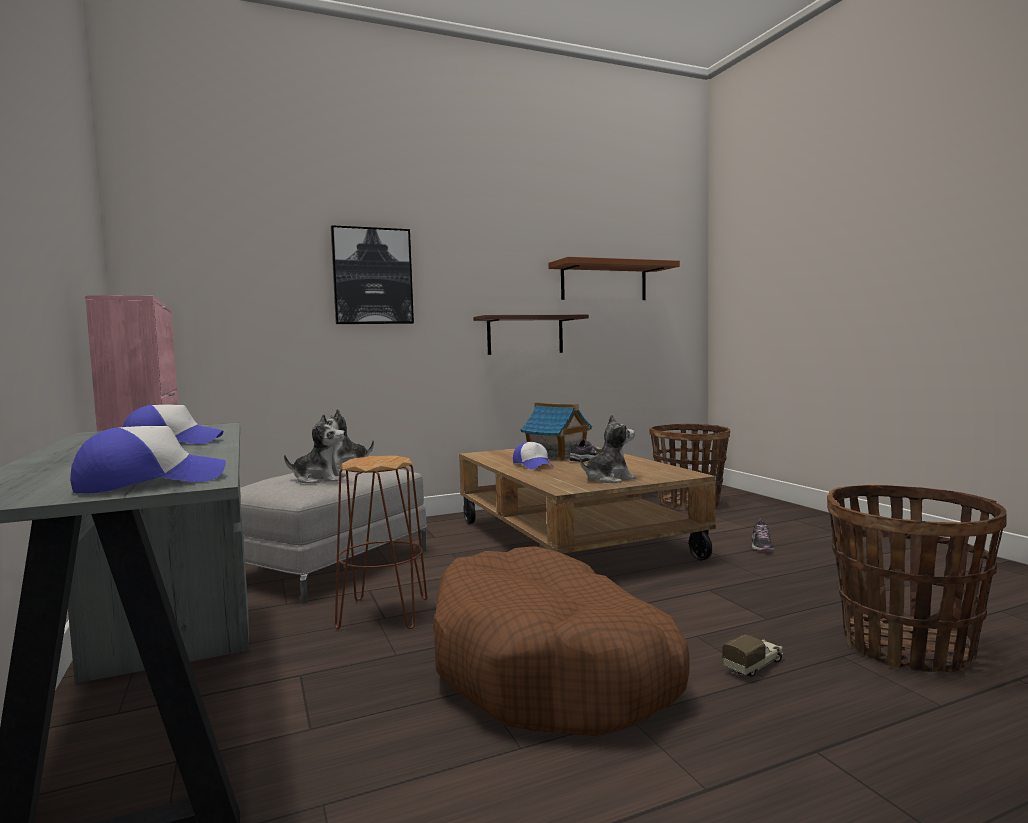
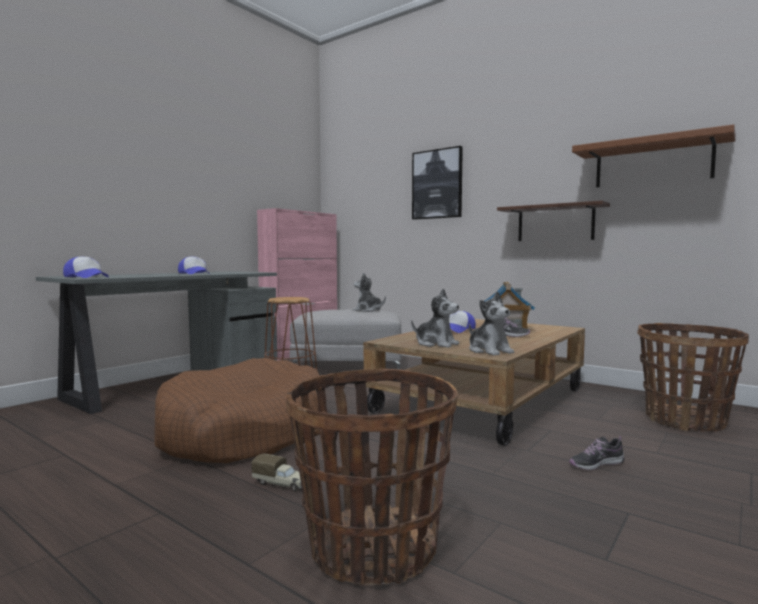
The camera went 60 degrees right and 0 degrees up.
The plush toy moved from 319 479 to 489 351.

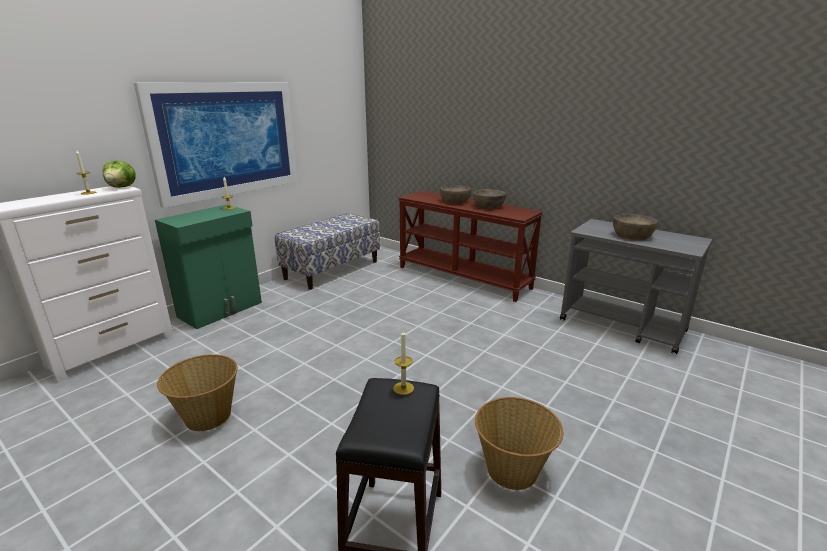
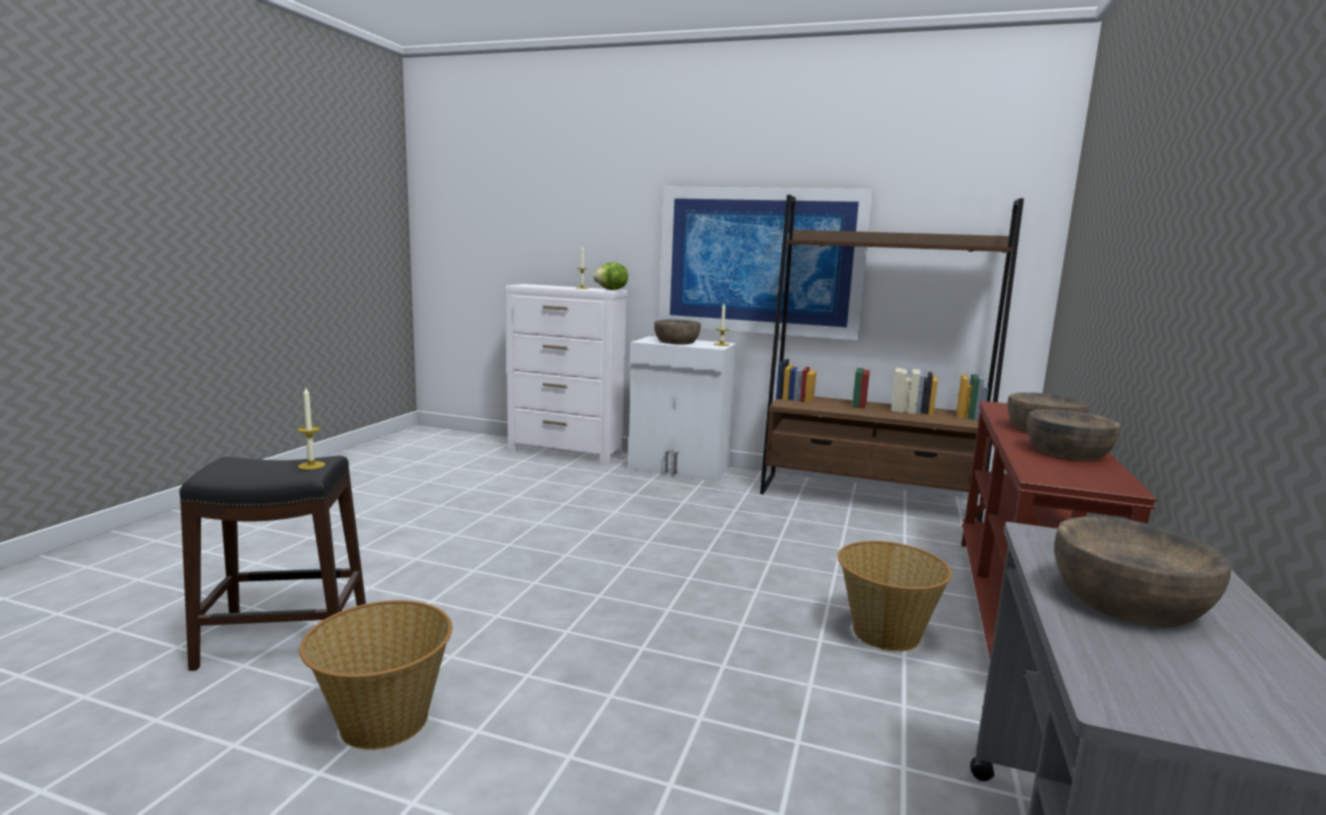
The camera went 70 degrees right and 10 degrees down.
The green cabinet at 221 310 became the white cabinet at 679 468.
The brown bowl at 676 342 appeared.
The bench at 332 270 was replaced by the brown bookcase at 868 498.
The basket moved from 207 416 to 885 632.

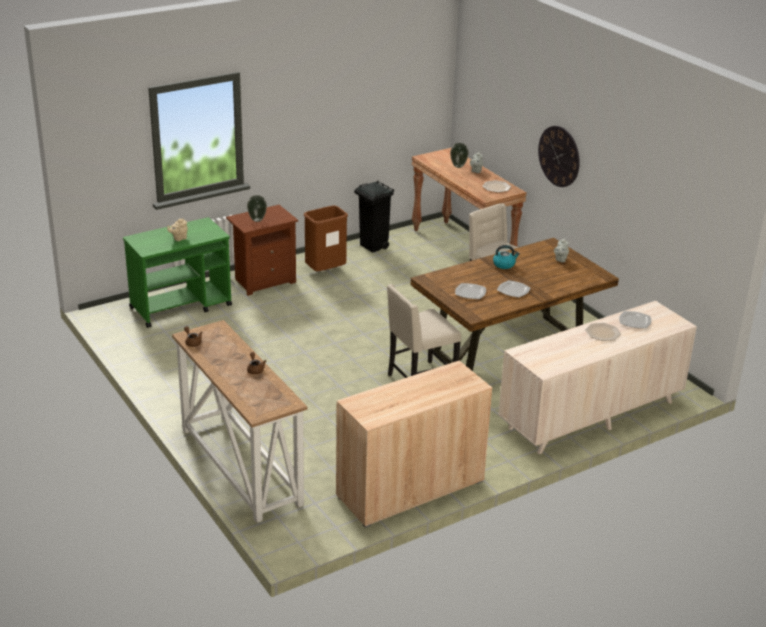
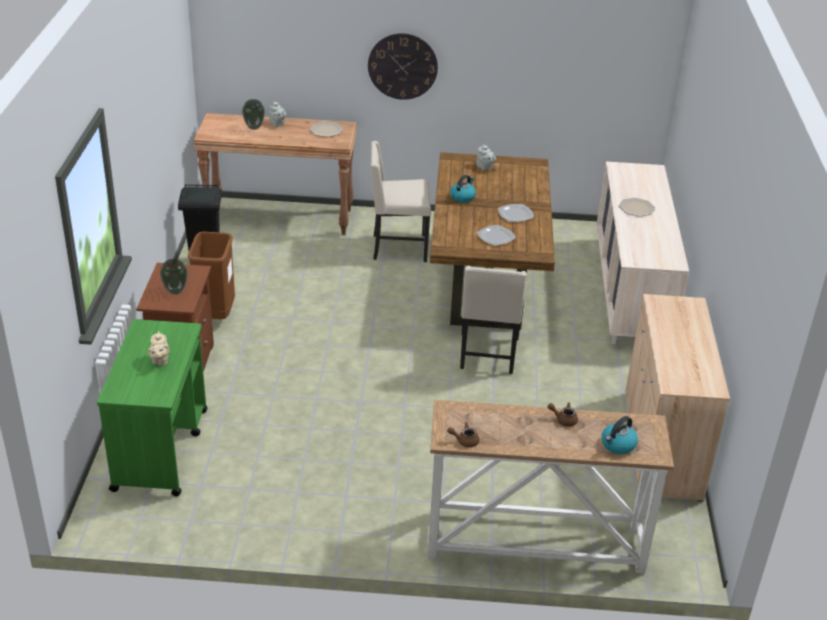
The camera went 55 degrees left and 5 degrees up.
The kettle at 618 445 appeared.
The plate at 635 321 disappeared.

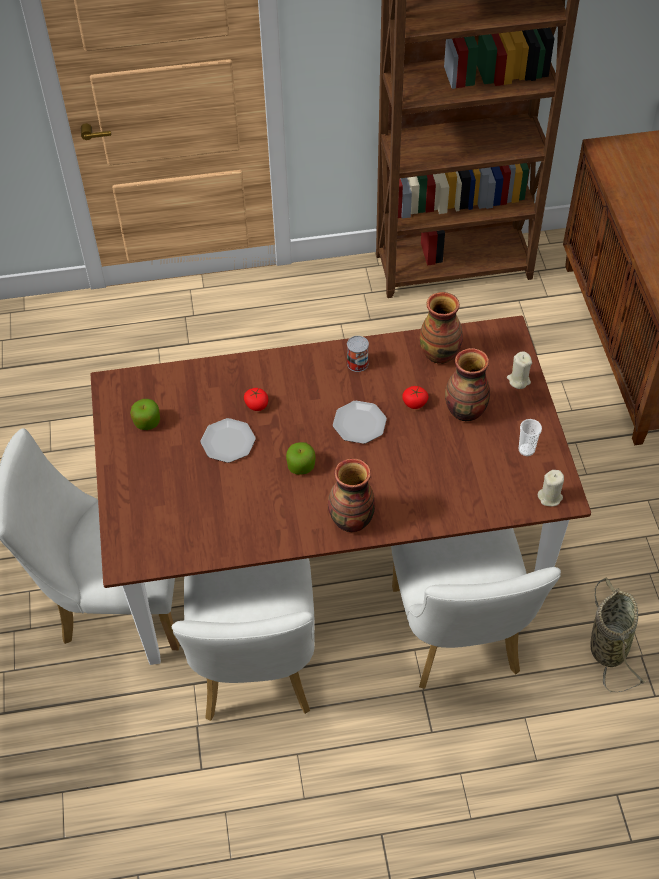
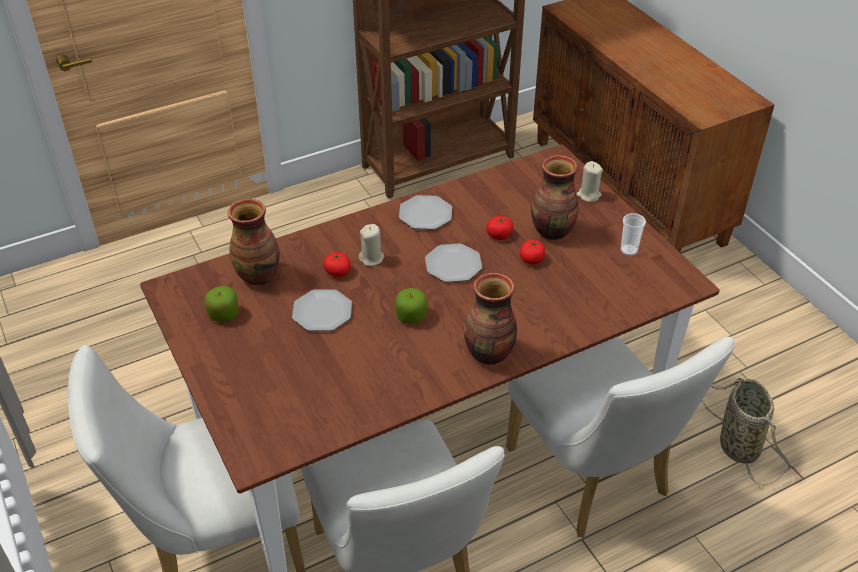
The camera went 20 degrees left and 10 degrees down.
The vase moved from 440 353 to 258 275.
The beige candle moved from 550 497 to 371 258.
The can at 357 363 was replaced by the plate at 425 214.
The tomato at 531 259 appeared.

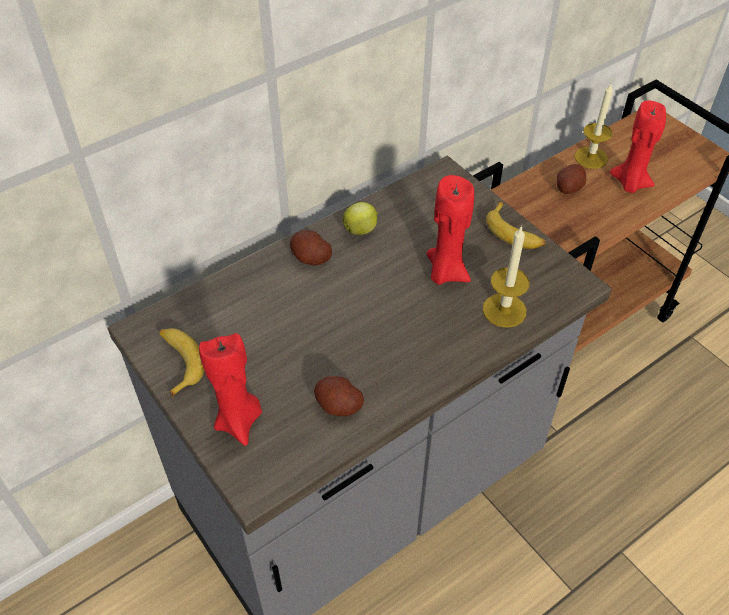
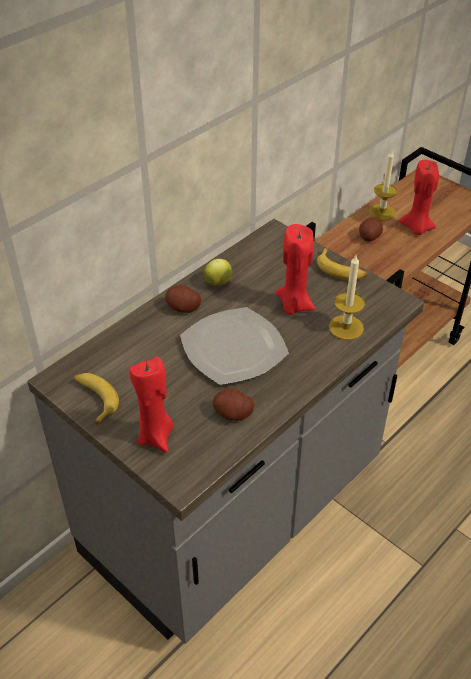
The camera went 10 degrees left and 5 degrees down.
The plate at 233 349 appeared.

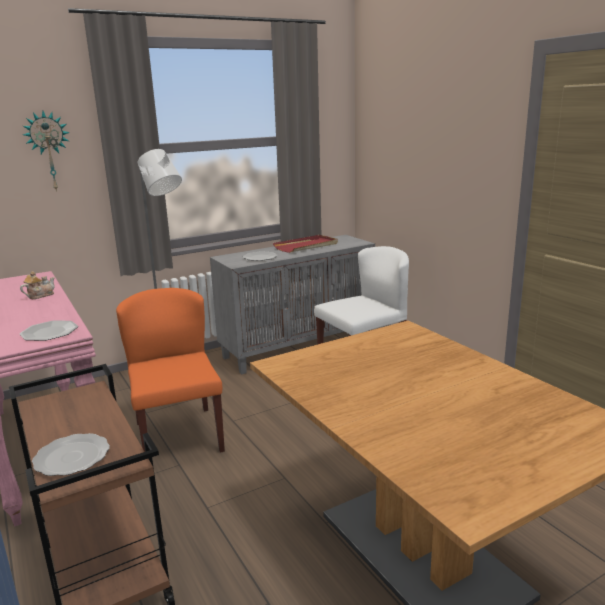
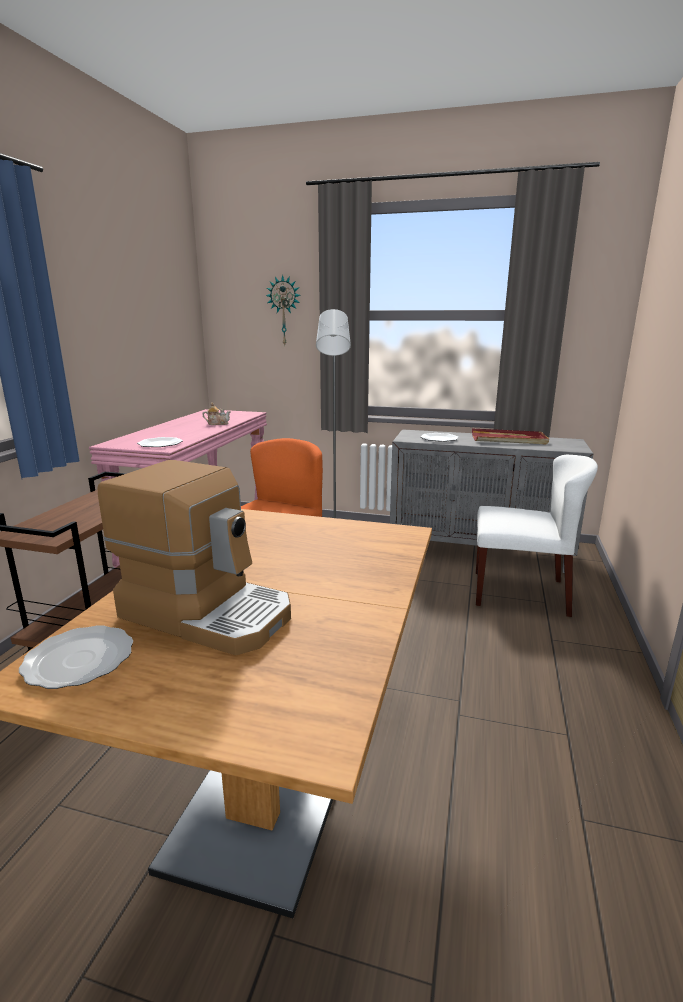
The camera went 45 degrees right and 0 degrees up.
The plate moved from 73 456 to 81 660.
The coffee machine at 208 612 appeared.

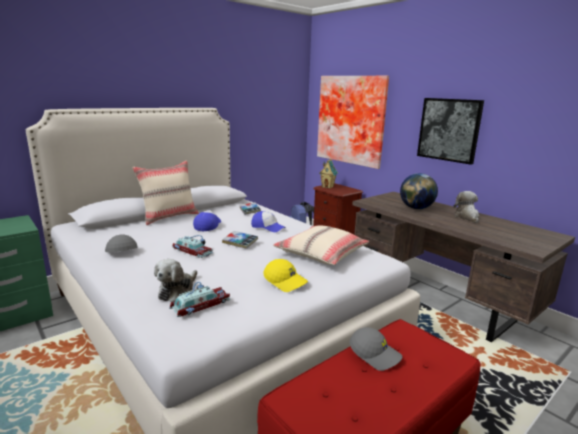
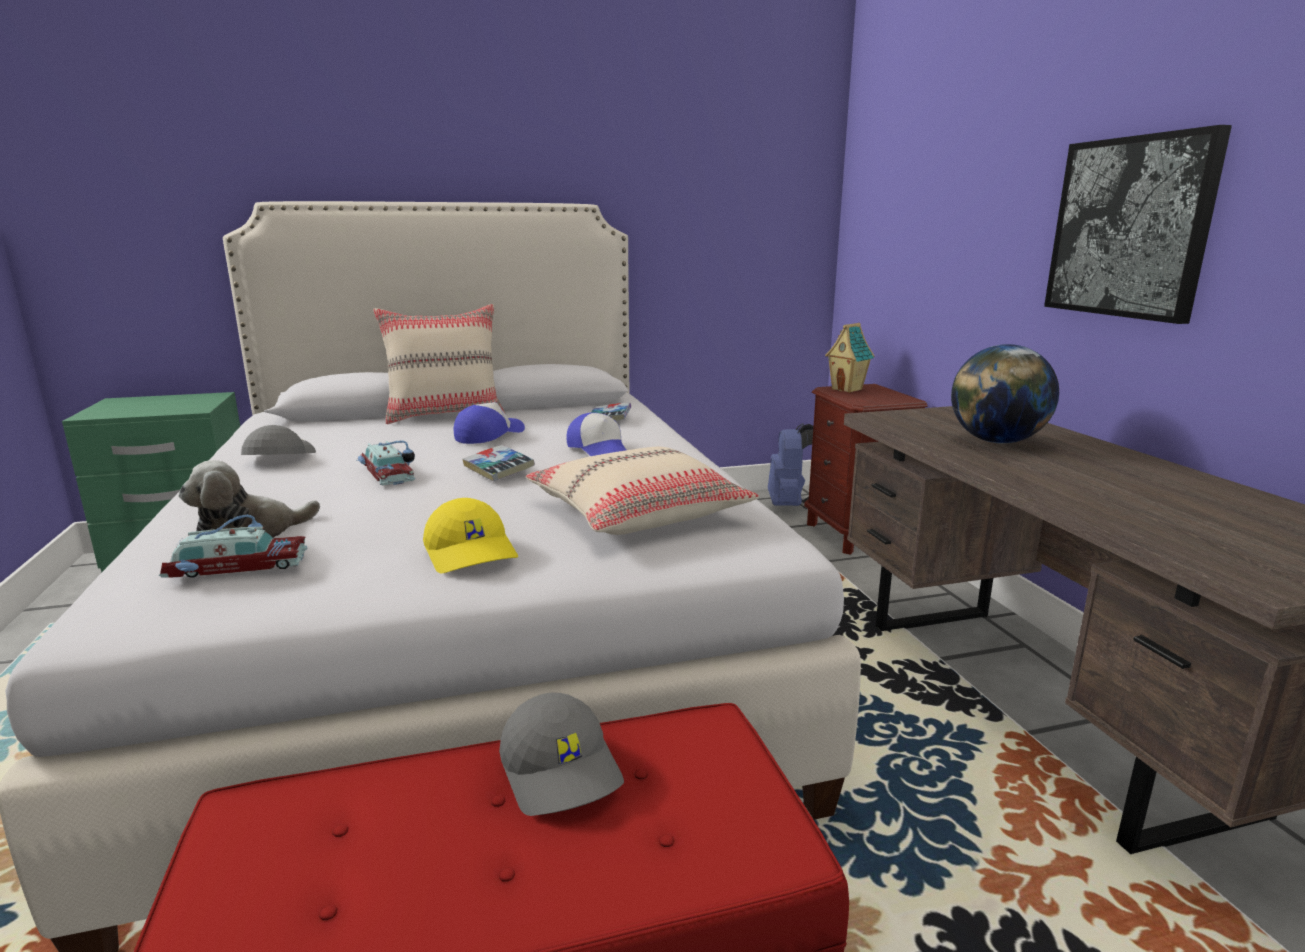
The camera went 25 degrees right and 0 degrees up.
The picture at 352 120 disappeared.
The plush toy at 467 217 disappeared.

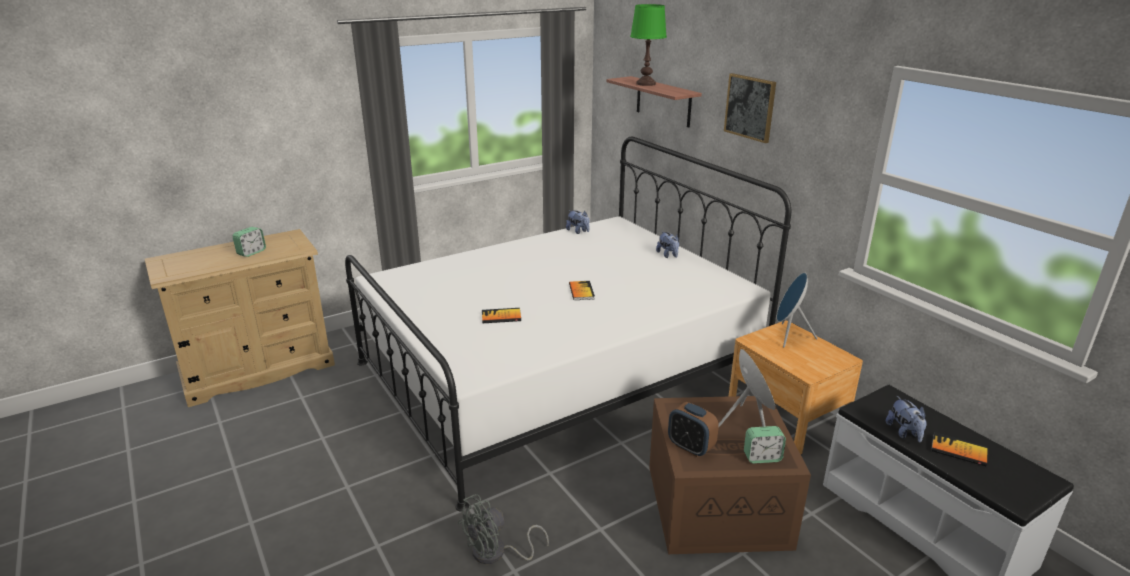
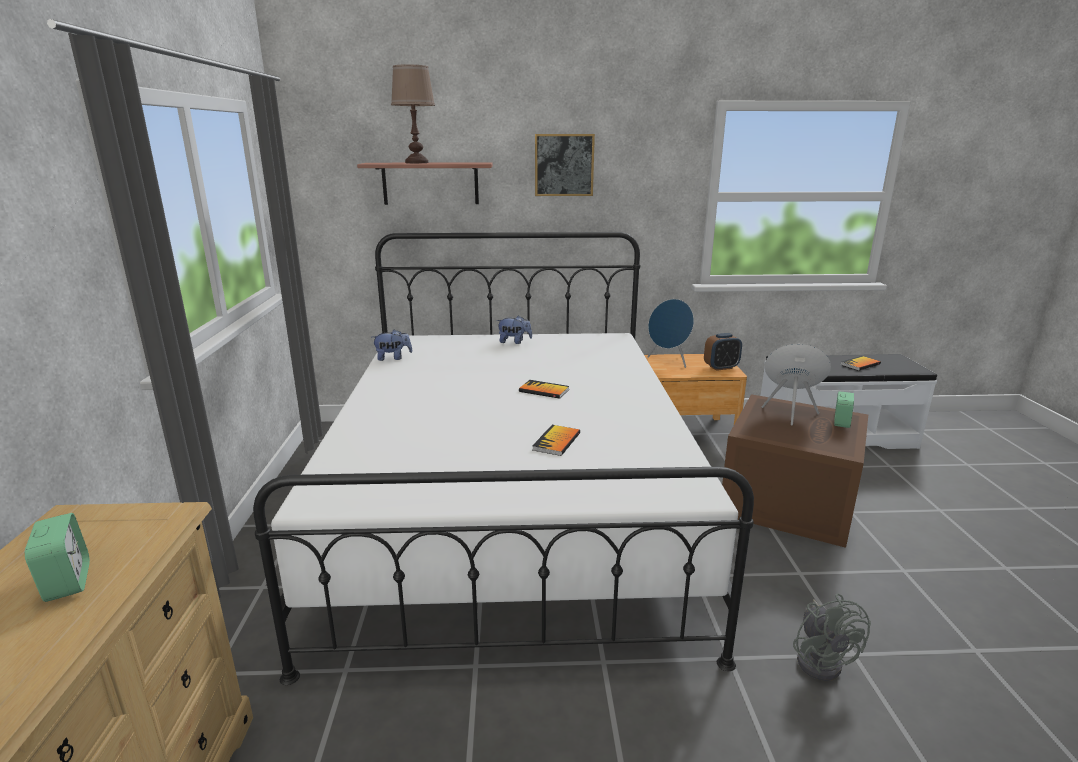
The camera went 60 degrees left and 5 degrees down.
The green table lamp at 645 84 became the brown table lamp at 417 163.
The alarm clock moved from 690 447 to 721 367.
The plush toy at 904 433 disappeared.

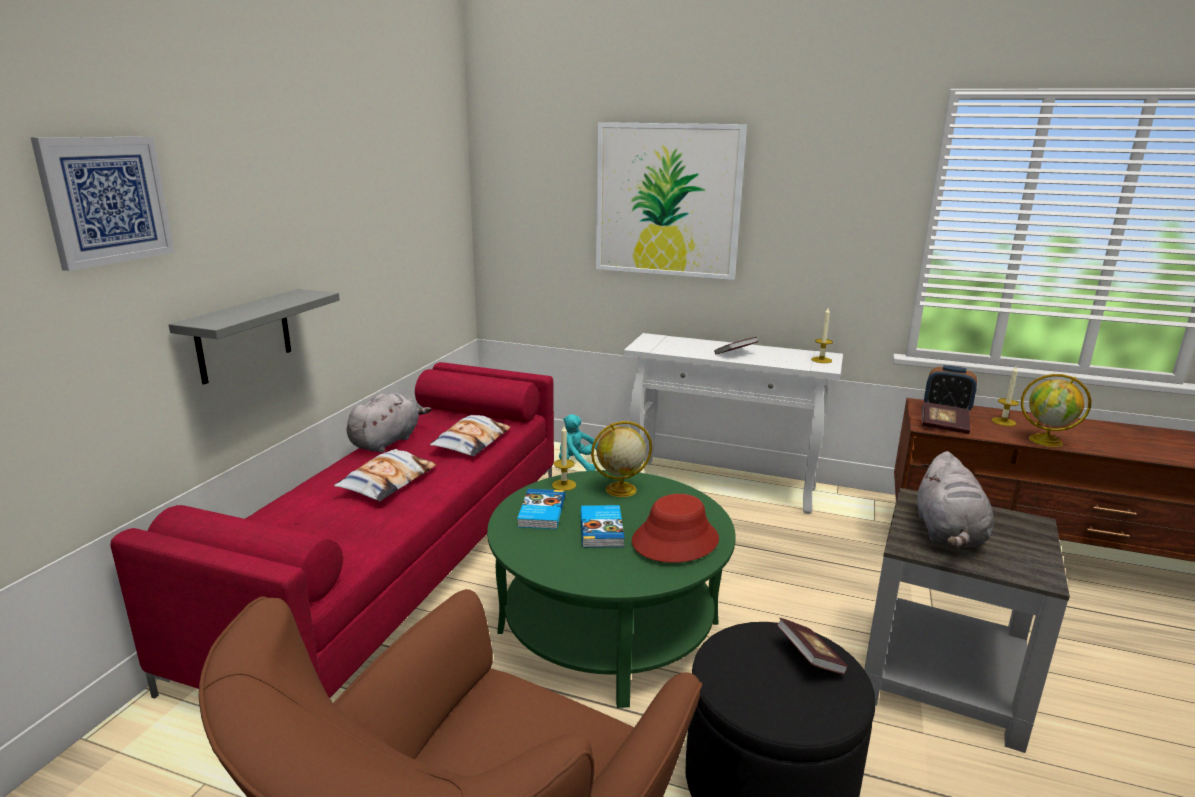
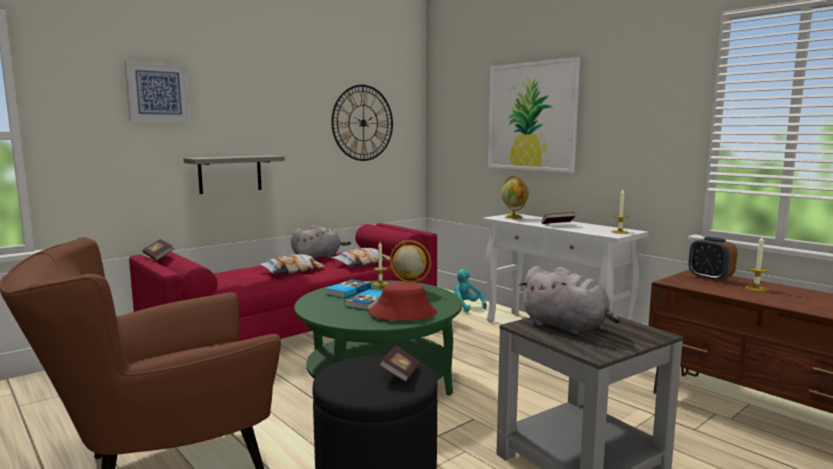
The camera went 30 degrees right and 10 degrees down.
The book moved from 943 427 to 158 257.
The wall clock at 363 123 appeared.
The globe moved from 1046 441 to 514 217.
The grey plush toy at 948 534 turned 90 degrees counterclockwise.

